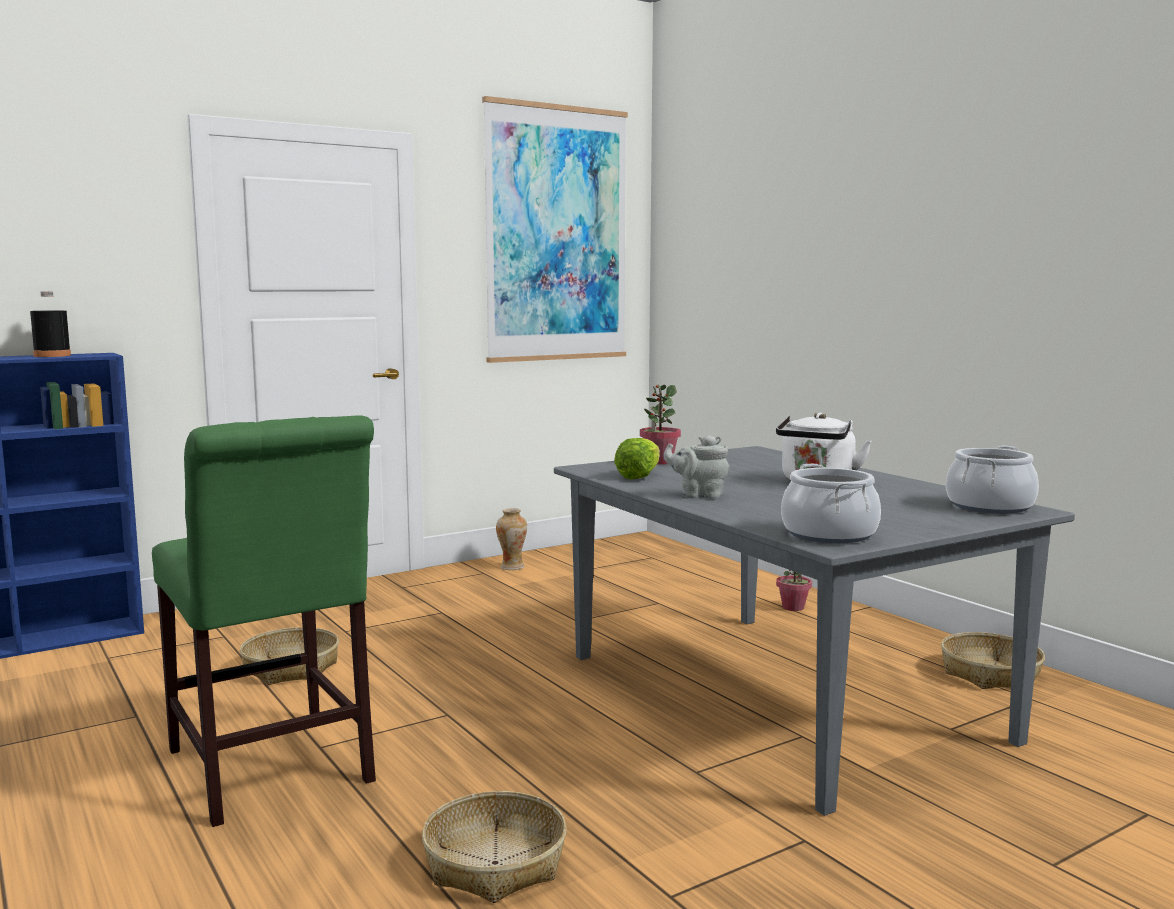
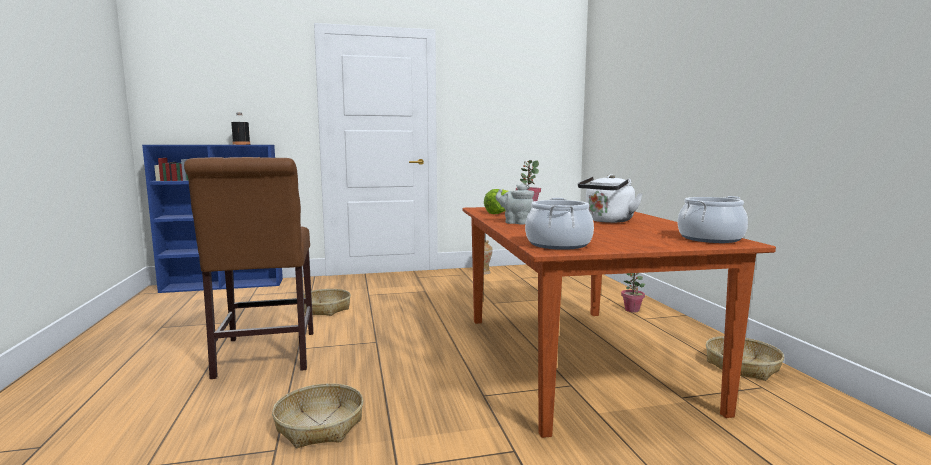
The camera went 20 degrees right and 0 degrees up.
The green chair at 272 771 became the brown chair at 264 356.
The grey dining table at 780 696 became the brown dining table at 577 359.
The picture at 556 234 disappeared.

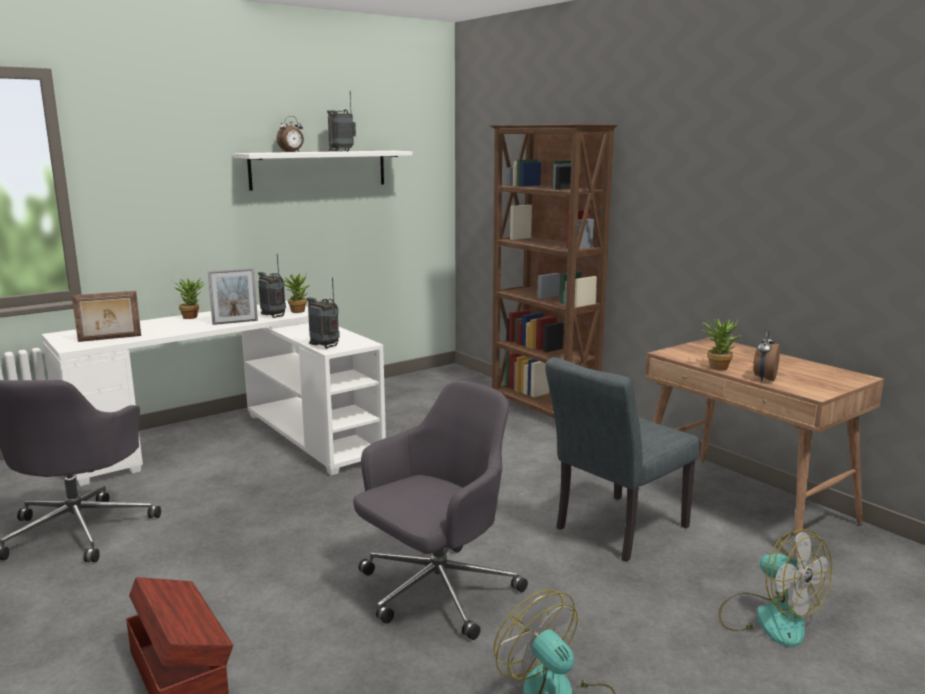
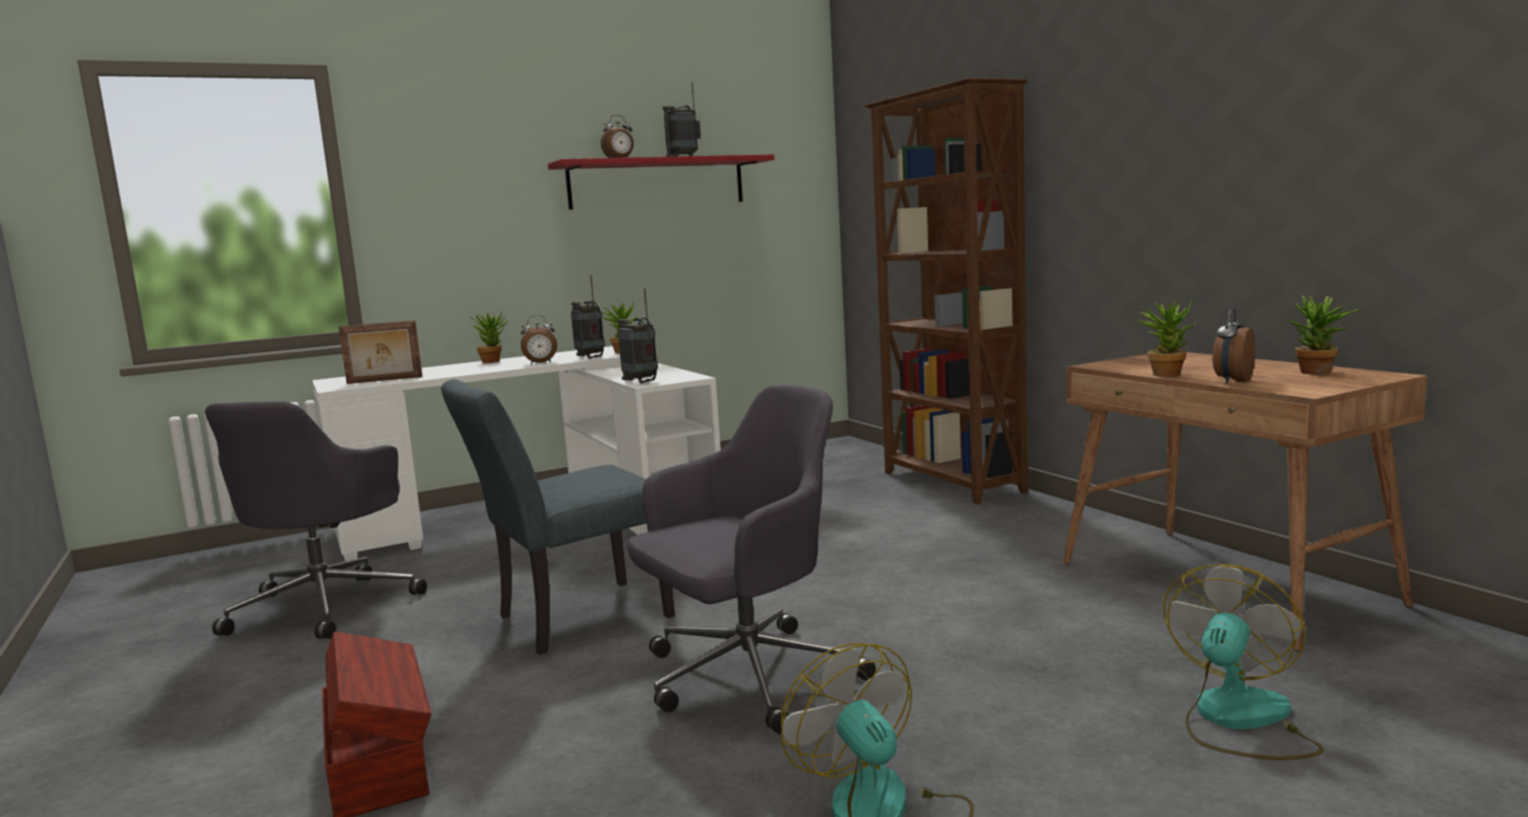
The camera went 10 degrees right and 5 degrees down.
The grey chair moved from 614 530 to 571 620.
The picture frame at 235 322 was replaced by the alarm clock at 541 363.
The white shelf at 319 169 became the red shelf at 657 183.
The fan at 768 618 turned 120 degrees counterclockwise.
The potted plant at 1319 373 appeared.

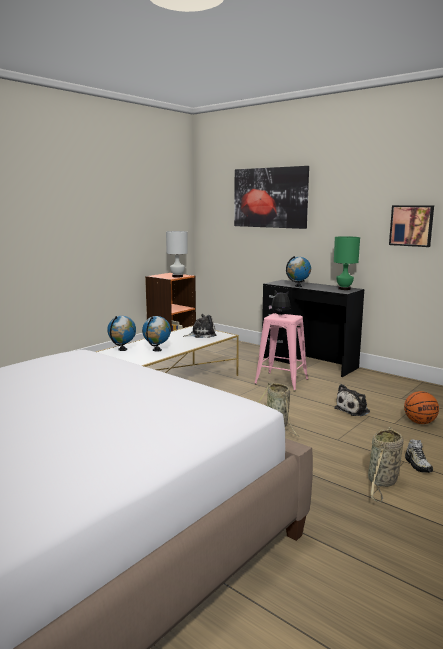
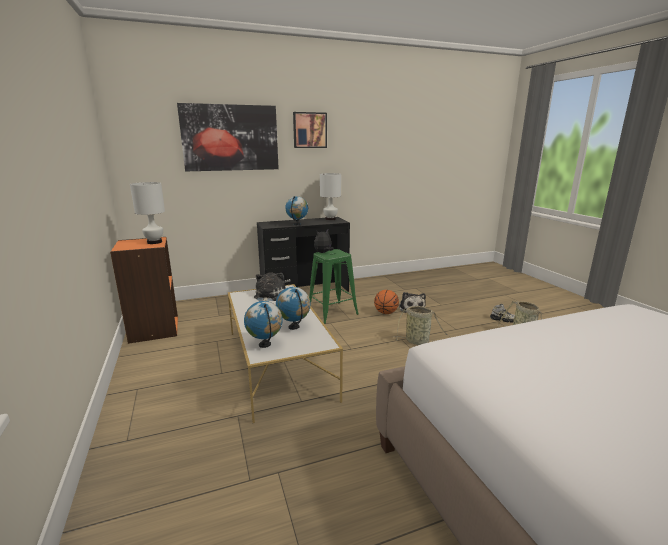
The camera went 60 degrees left and 5 degrees up.
The picture moved from 411 225 to 309 130.
The pink stool at 281 382 became the green stool at 332 312.
The green table lamp at 344 289 became the white table lamp at 330 219.
The basketball moved from 419 422 to 385 313.

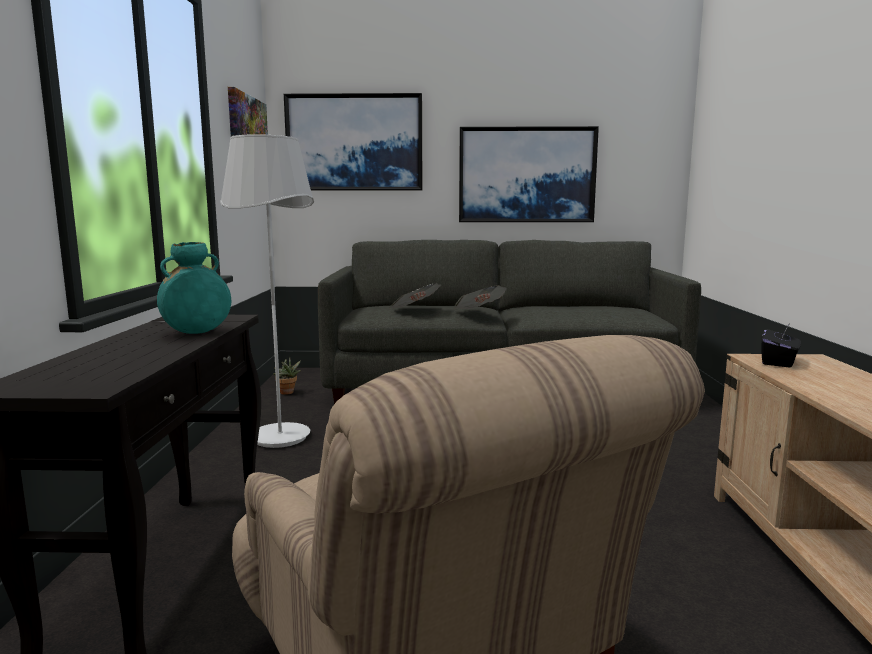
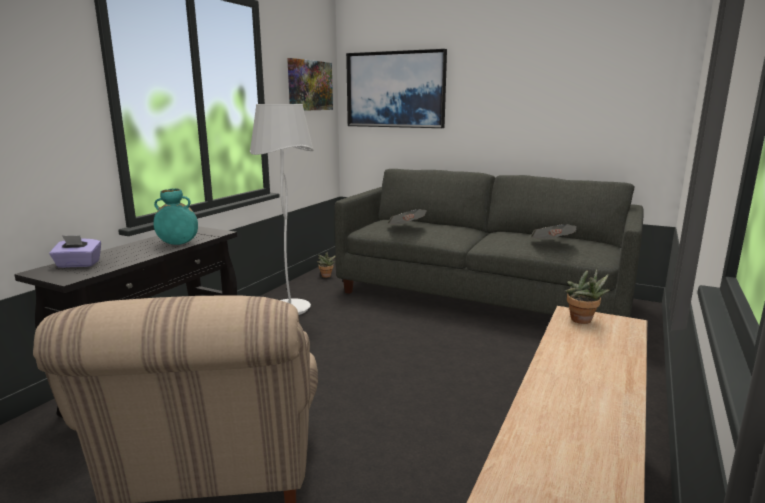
The camera went 25 degrees right and 5 degrees up.
The purple tissue box at 78 264 appeared.
The newspaper moved from 479 312 to 551 244.
The black tissue box at 778 362 was replaced by the potted plant at 583 321.
The picture at 526 175 disappeared.

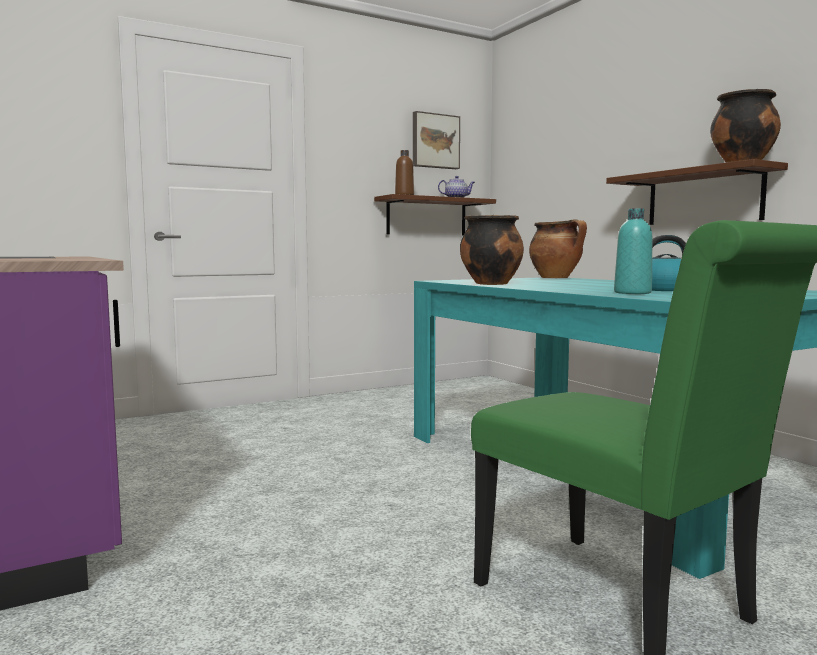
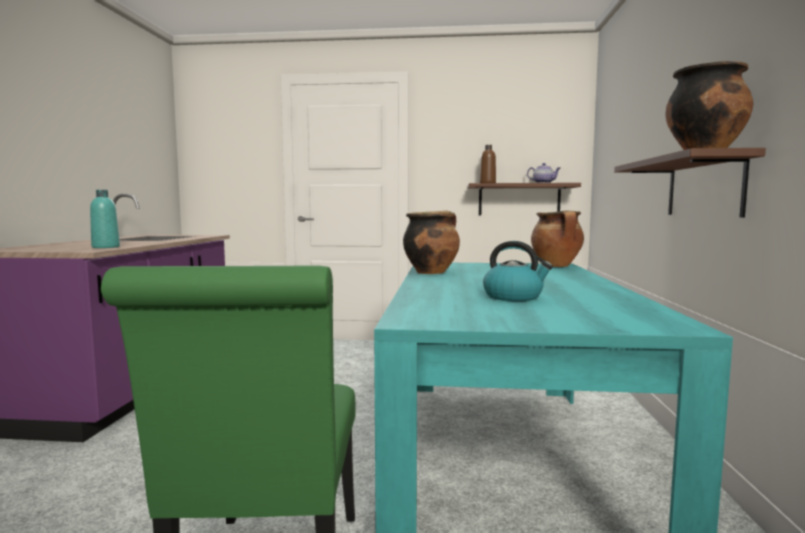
The camera went 35 degrees right and 0 degrees up.
The turquoise bottle moved from 632 293 to 106 247.
The picture at 435 141 disappeared.

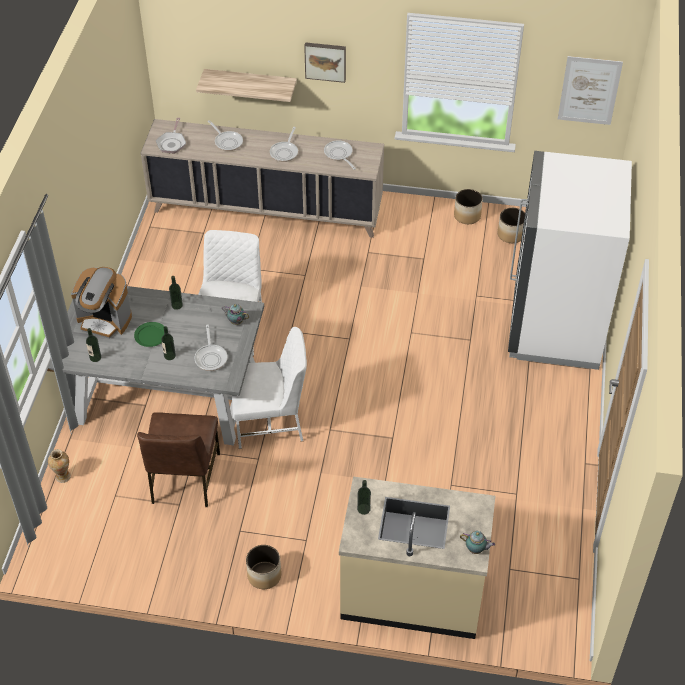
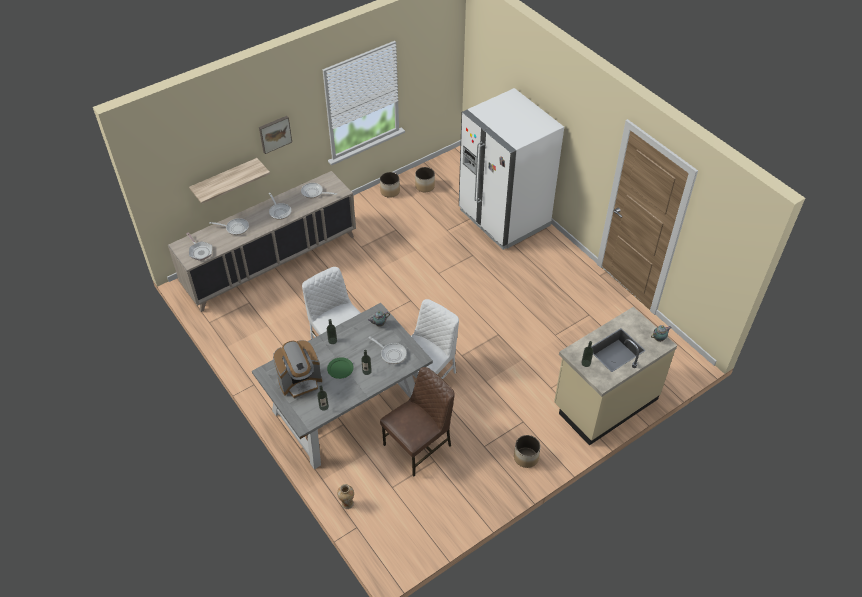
The camera went 45 degrees left and 0 degrees up.
The brown chair at 184 479 turned 90 degrees counterclockwise.
The picture at 589 90 disappeared.

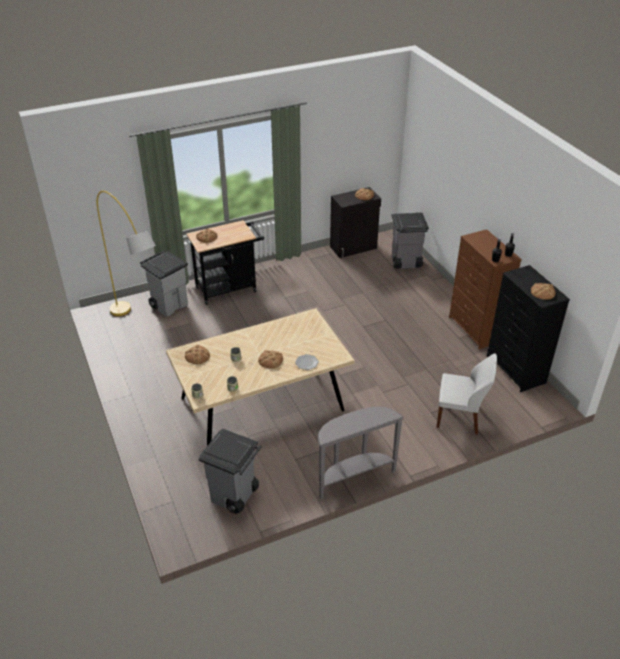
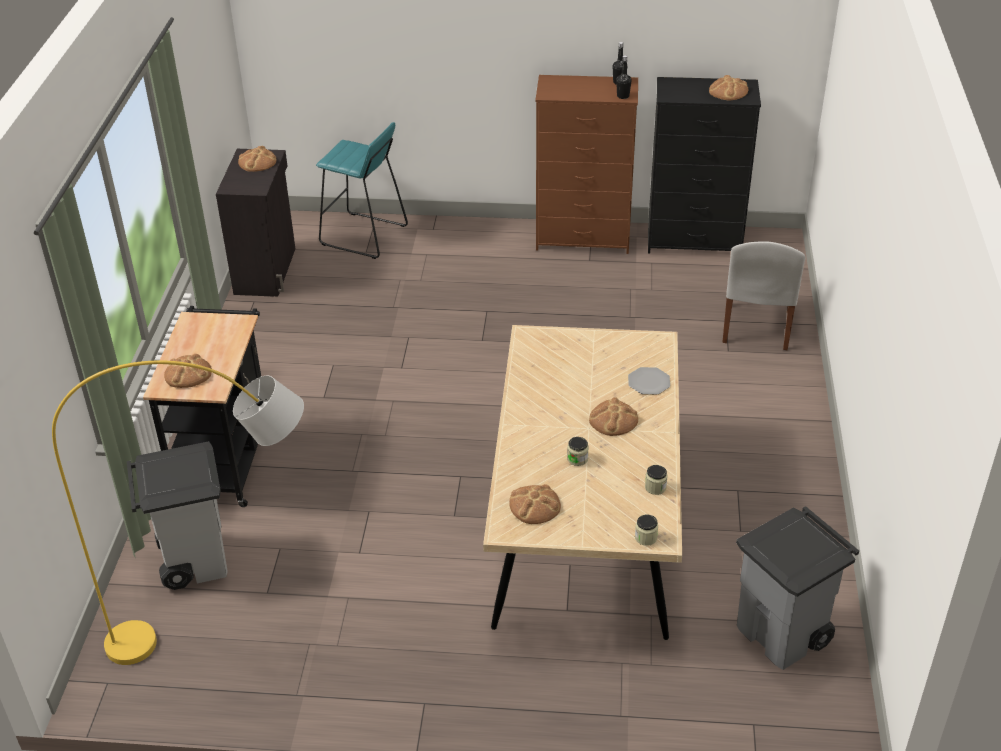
The camera went 60 degrees left and 0 degrees up.
The grey trash can at 405 262 was replaced by the turquoise stool at 364 236.
The white chair at 460 417 turned 150 degrees clockwise.
The grey console table at 353 477 disappeared.

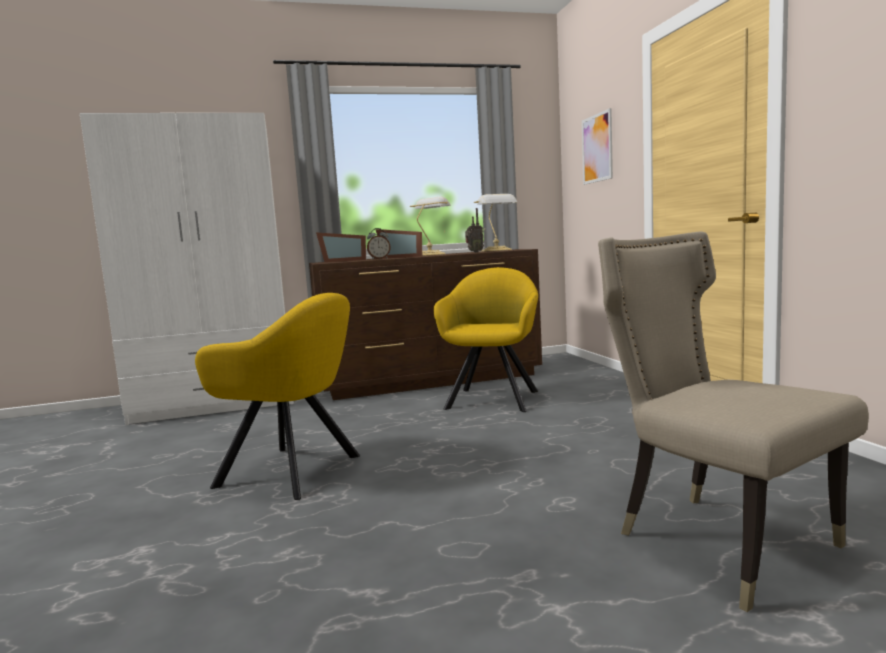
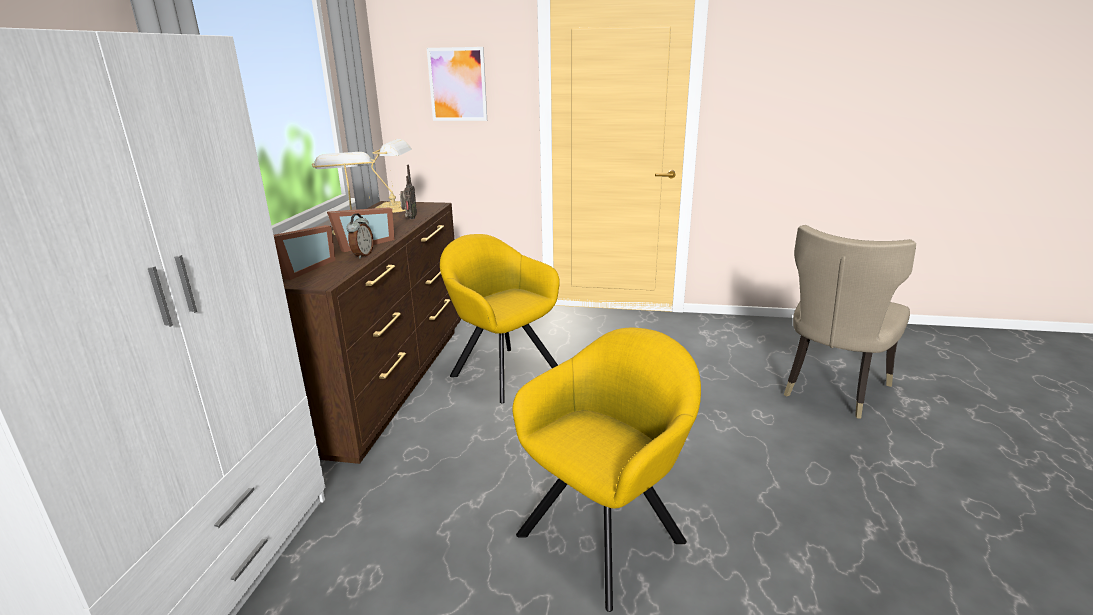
The camera went 65 degrees left and 15 degrees up.
The beige chair at 716 540 turned 45 degrees counterclockwise.

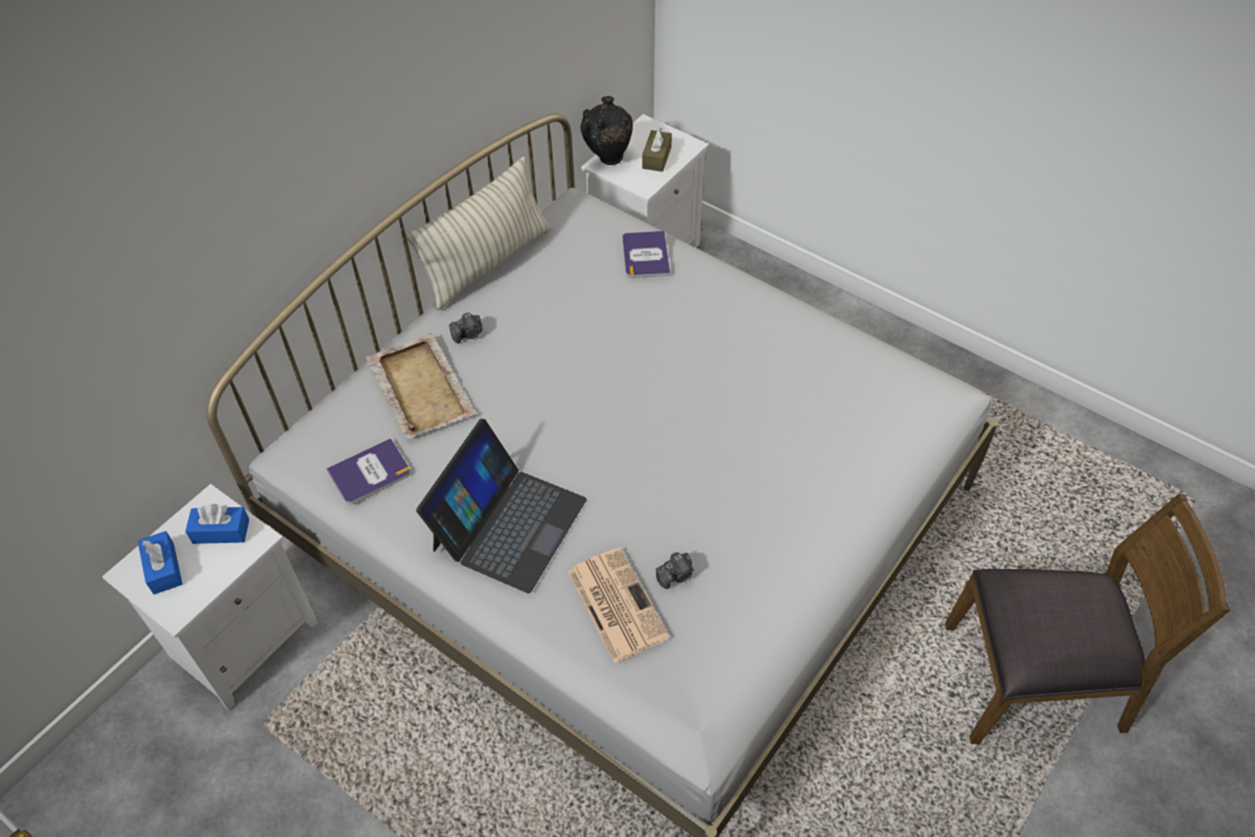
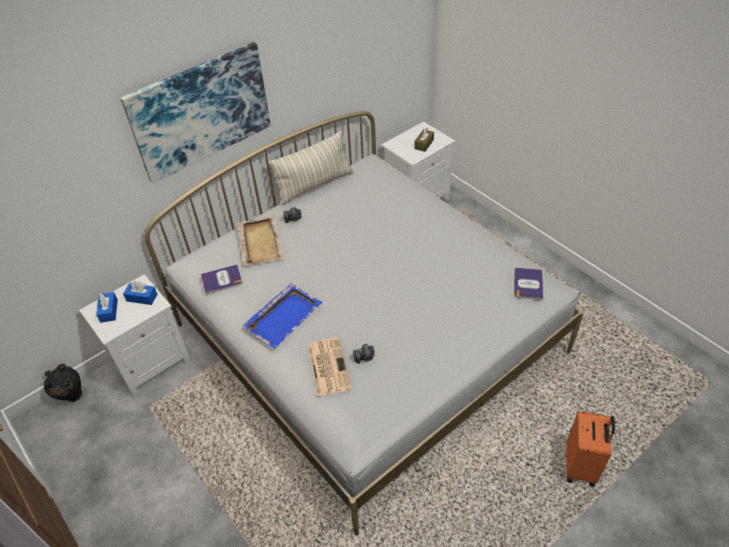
The camera went 15 degrees right and 5 degrees down.
The black vase moved from 608 160 to 72 396.
The picture at 200 111 appeared.
The laptop at 508 524 was replaced by the blue tray at 284 316.
The book moved from 645 255 to 528 284.
The brown chair at 1035 680 was replaced by the orange suitcase at 581 466.

